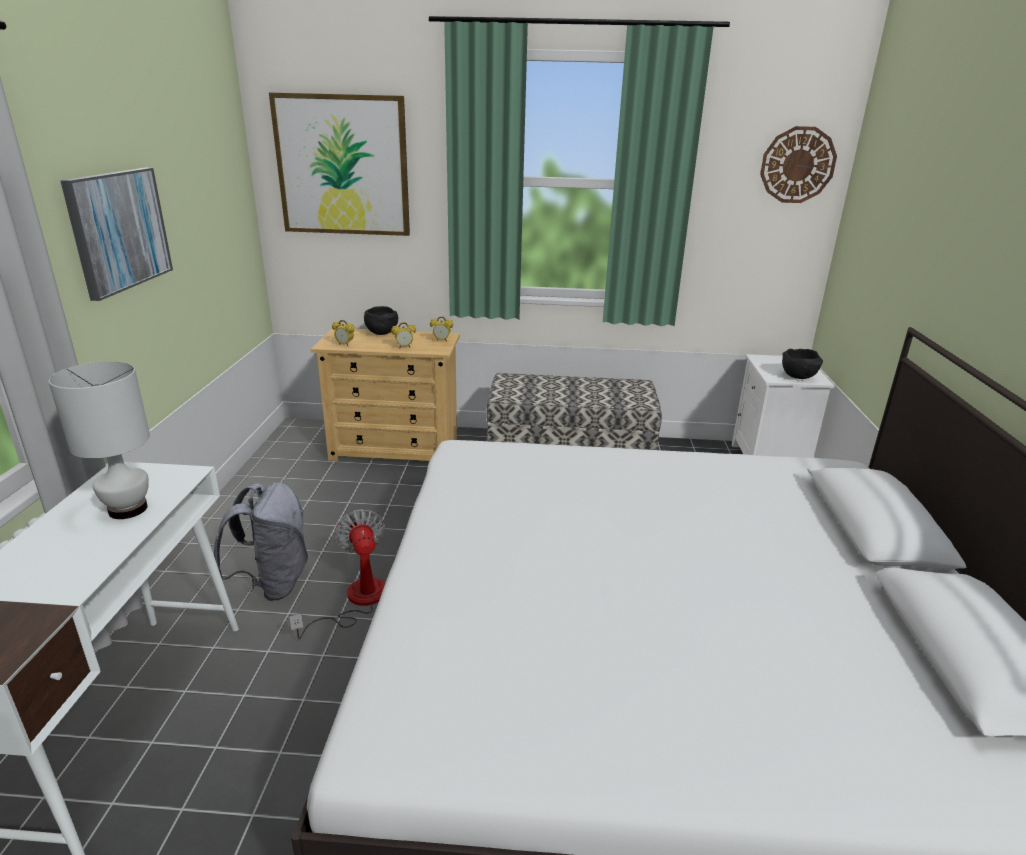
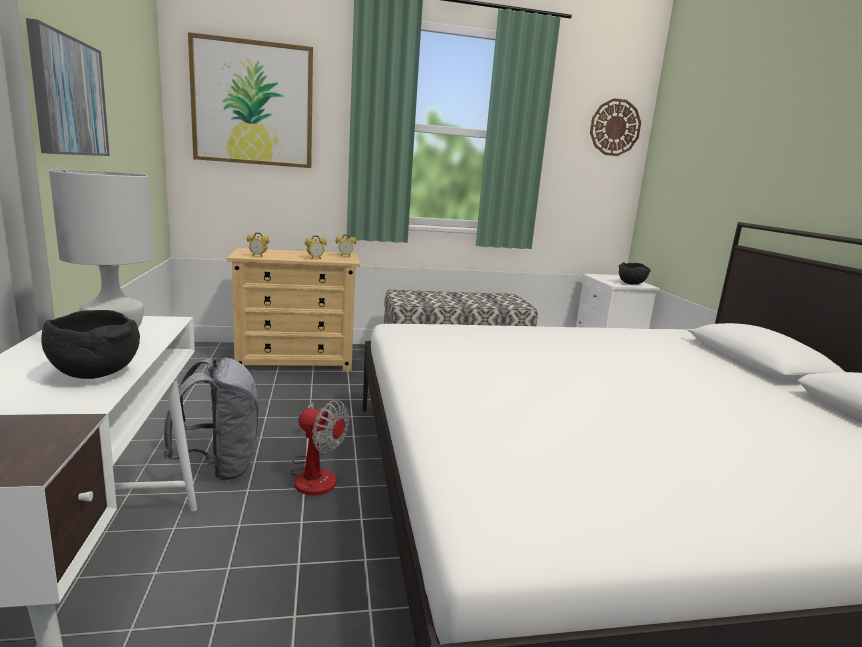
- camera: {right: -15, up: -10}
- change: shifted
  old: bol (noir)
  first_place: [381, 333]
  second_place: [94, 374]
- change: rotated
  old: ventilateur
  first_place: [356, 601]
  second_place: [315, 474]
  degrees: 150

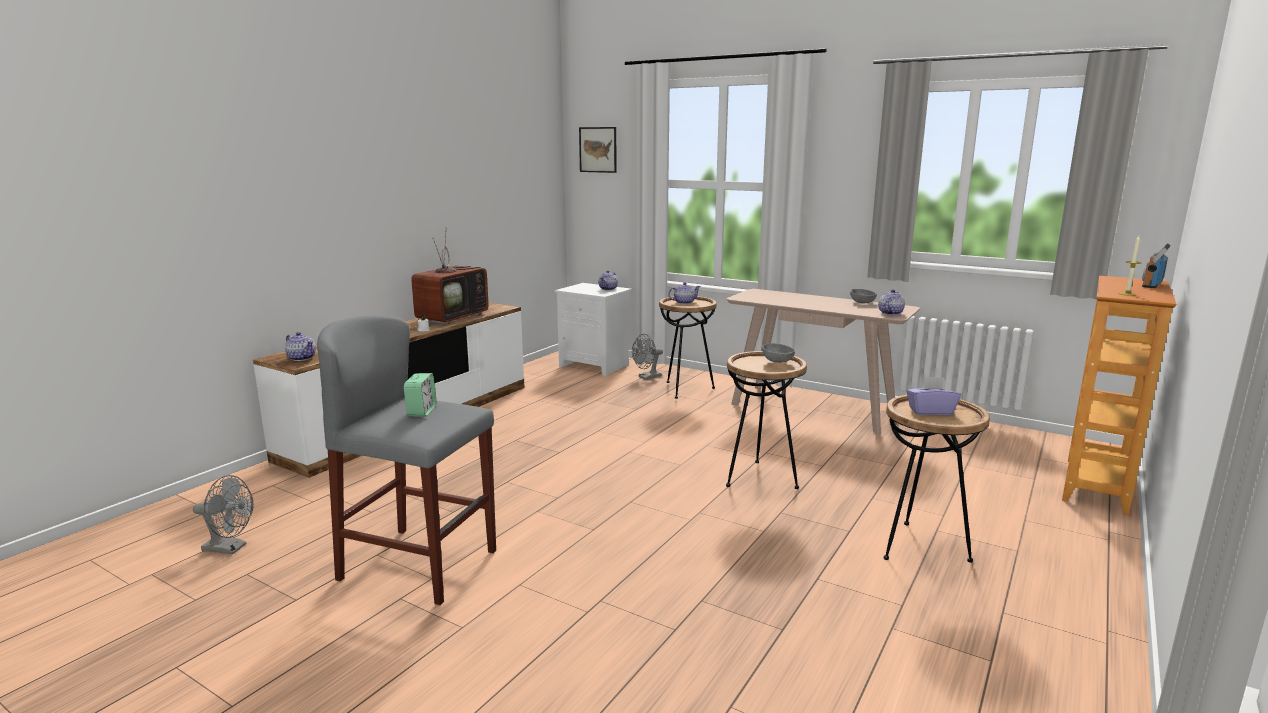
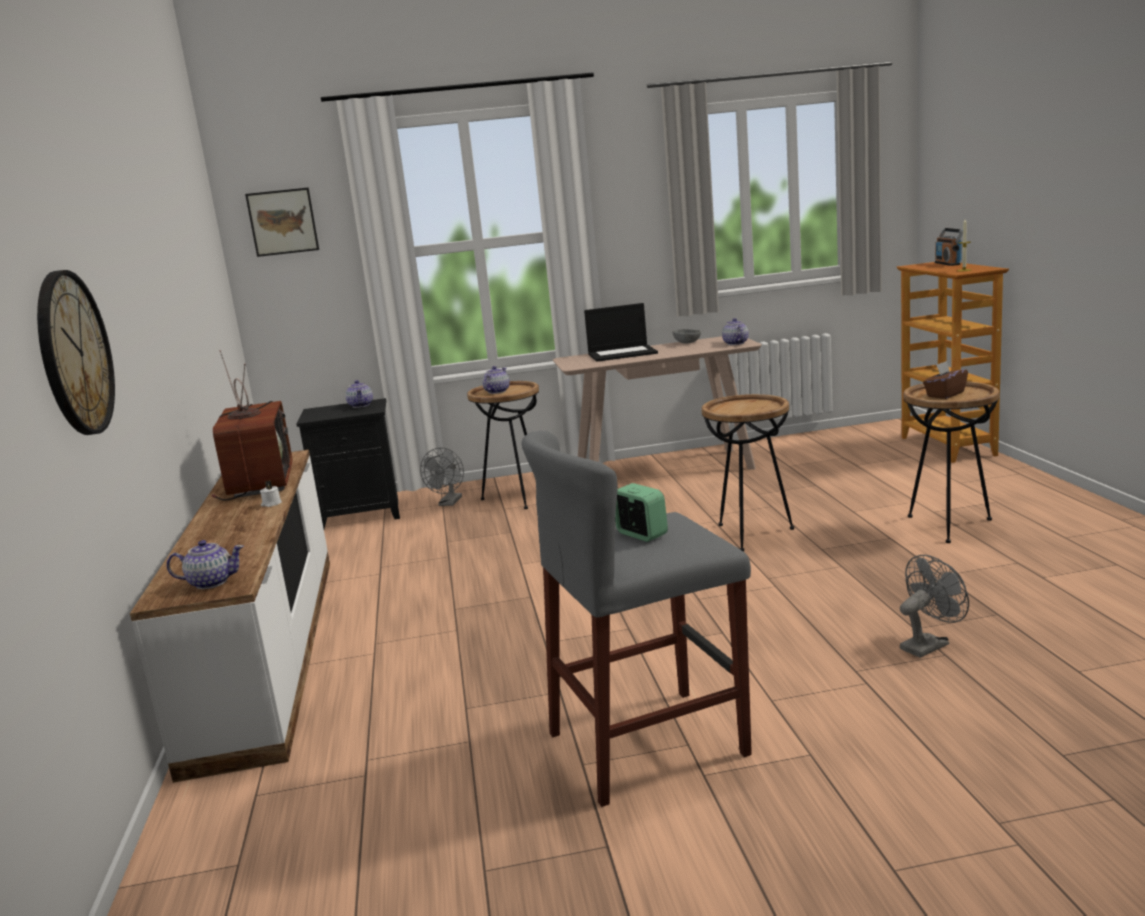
- camera: {right: -40, up: 0}
- change: repainted
  old: table de chevet (blanc)
  new: table de chevet (noir)
  first_place: [596, 365]
  second_place: [362, 514]
- change: gone
  old: bol (gris)
  first_place: [778, 361]
- change: repainted
  old: boîte à mouchoirs (violet)
  new: boîte à mouchoirs (marron)
  first_place: [930, 411]
  second_place: [945, 394]
- change: shifted
  old: ventilateur (gris)
  first_place: [230, 548]
  second_place: [929, 644]
- change: new
  new: horloge murale
  second_place: [74, 353]
- change: new
  new: ordinateur portable
  second_place: [623, 353]

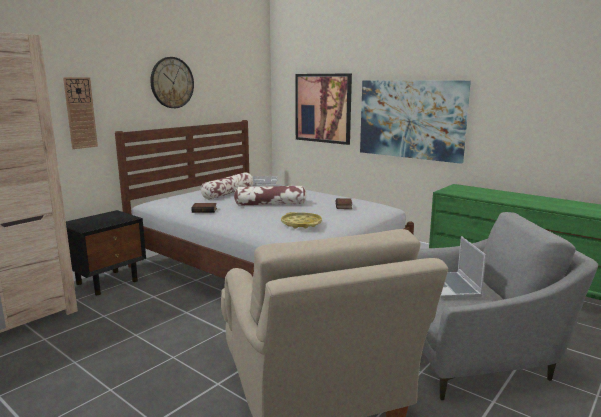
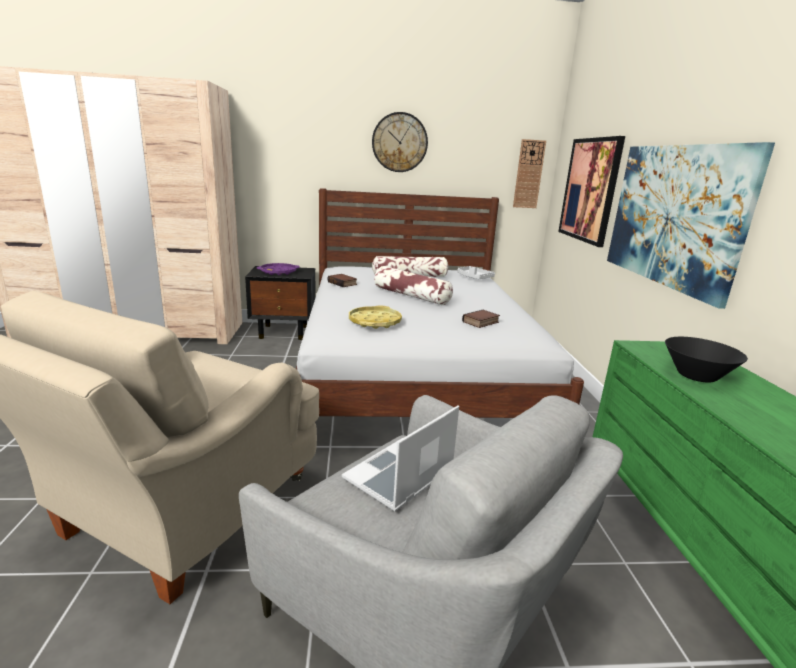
- camera: {right: 45, up: 5}
- change: shifted
  old: horloge murale
  first_place: [80, 113]
  second_place: [528, 174]
- change: new
  new: plateau (violet)
  second_place: [278, 272]
- change: new
  new: bol (noir)
  second_place: [697, 376]

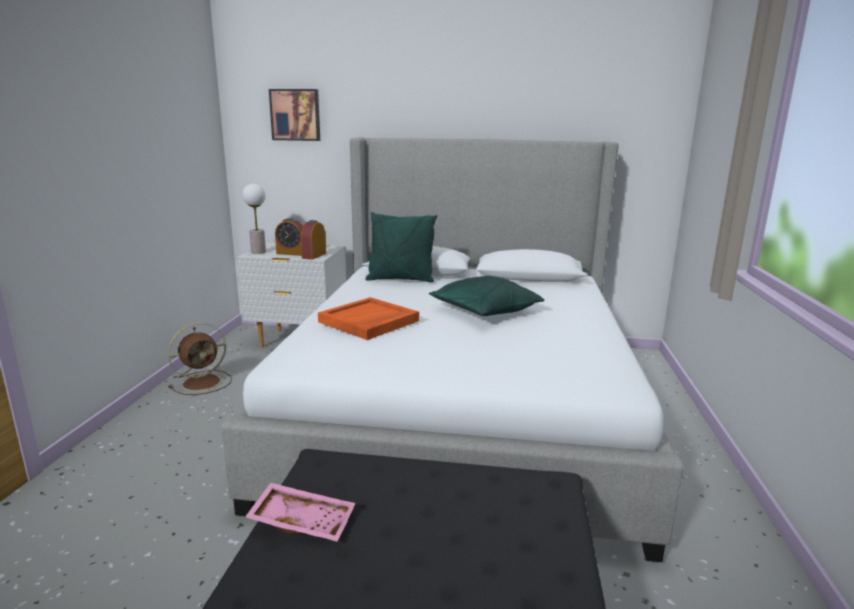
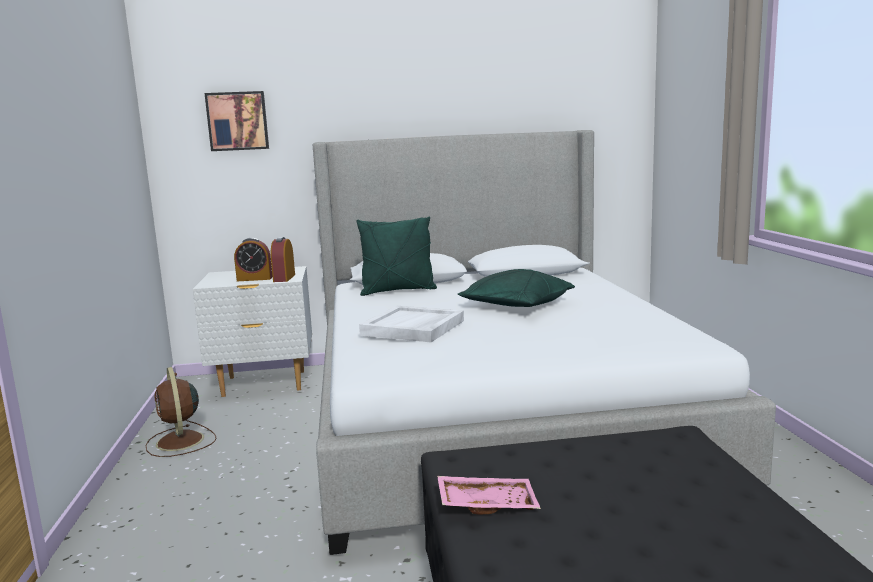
- camera: {right: -15, up: -5}
- change: gone
  old: lampe de table
  first_place: [258, 252]
- change: repainted
  old: plateau (orange)
  new: plateau (blanc)
  first_place: [368, 322]
  second_place: [413, 328]
- change: rotated
  old: ventilateur (marron)
  first_place: [203, 382]
  second_place: [180, 442]
  degrees: 120

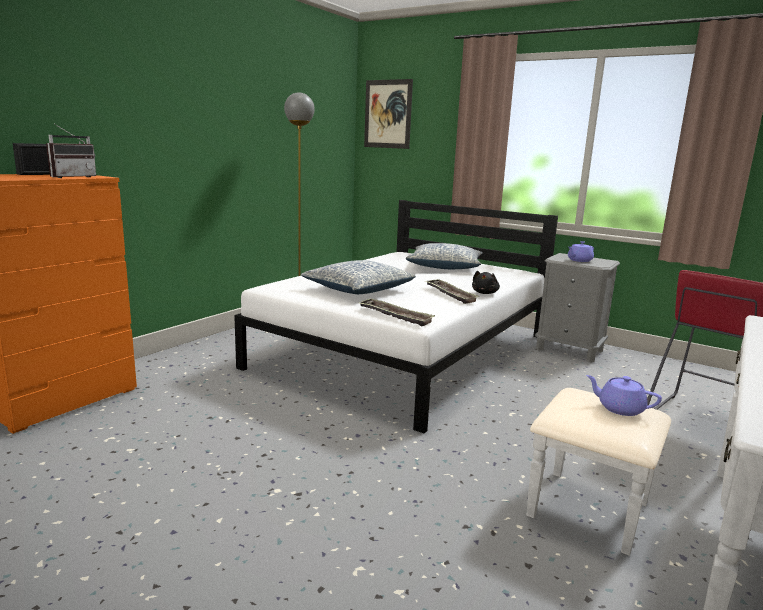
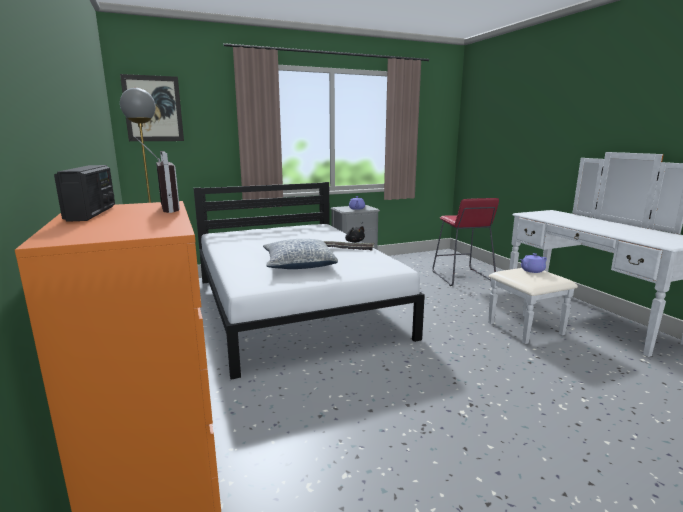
- camera: {right: -55, up: 0}
- change: gone
  old: coussin
  first_place: [445, 267]
- change: gone
  old: plateau
  first_place: [395, 316]

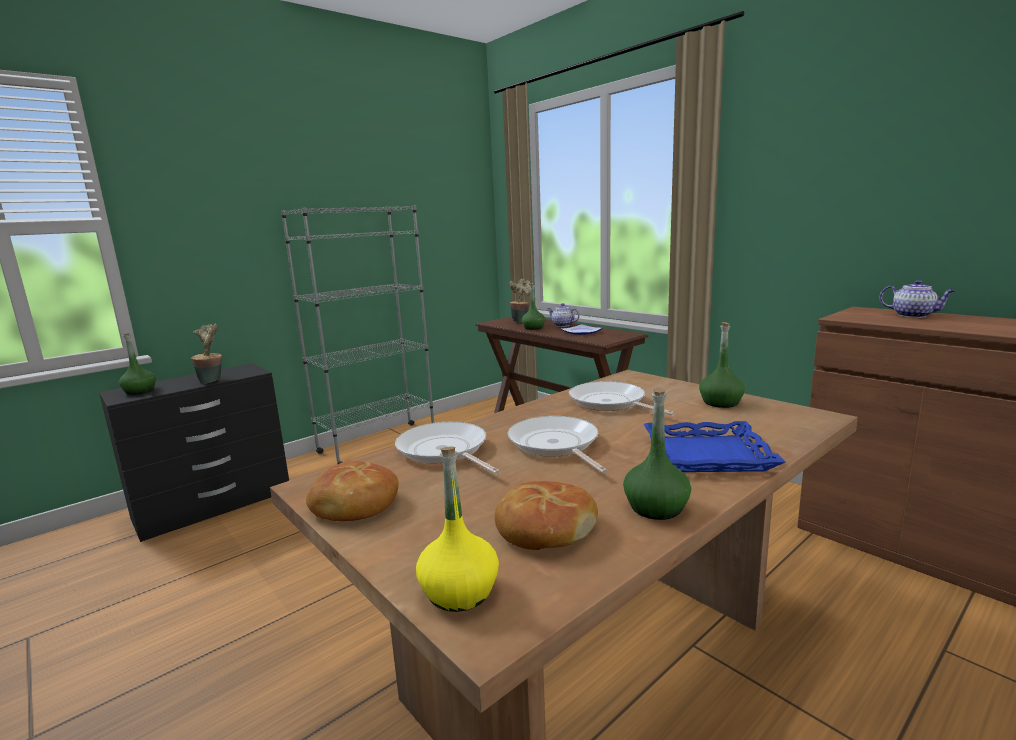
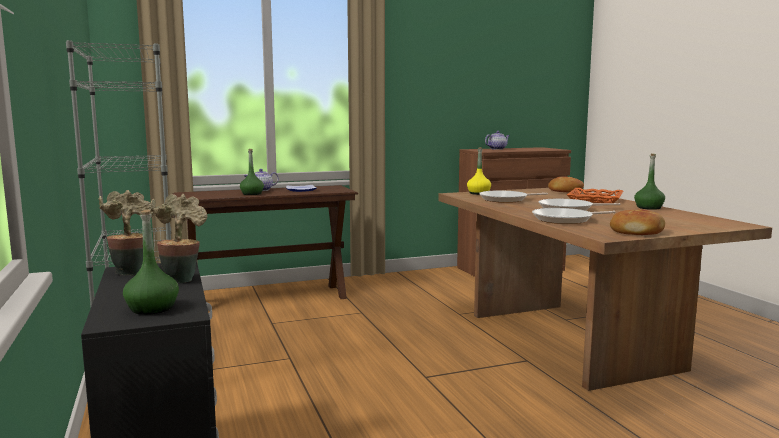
- camera: {right: -70, up: -5}
- change: shifted
  old: plante en pot
  first_place: [521, 321]
  second_place: [130, 271]
- change: gone
  old: bouteille (vert)
  first_place: [721, 402]
- change: repainted
  old: plateau (bleu)
  new: plateau (orange)
  first_place: [707, 455]
  second_place: [595, 199]
- change: shifted
  old: bouteille (jaune)
  first_place: [459, 592]
  second_place: [478, 193]
- change: shifted
  old: pain
  first_place: [545, 529]
  second_place: [565, 191]

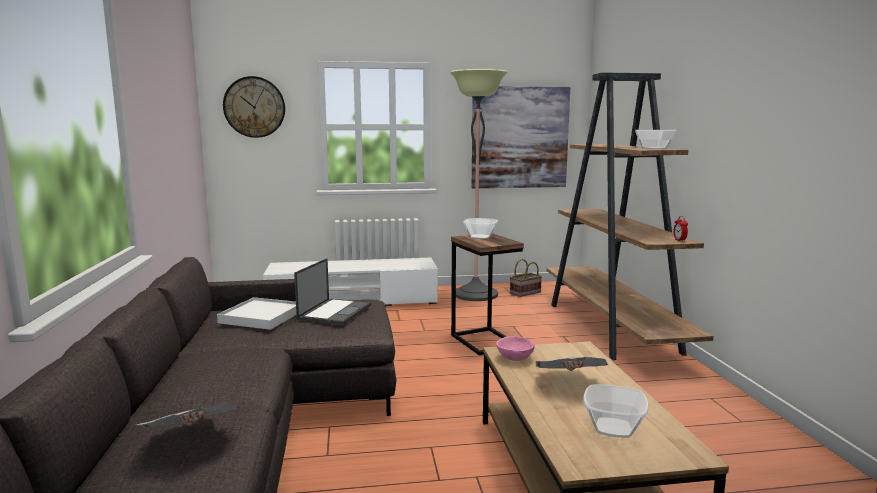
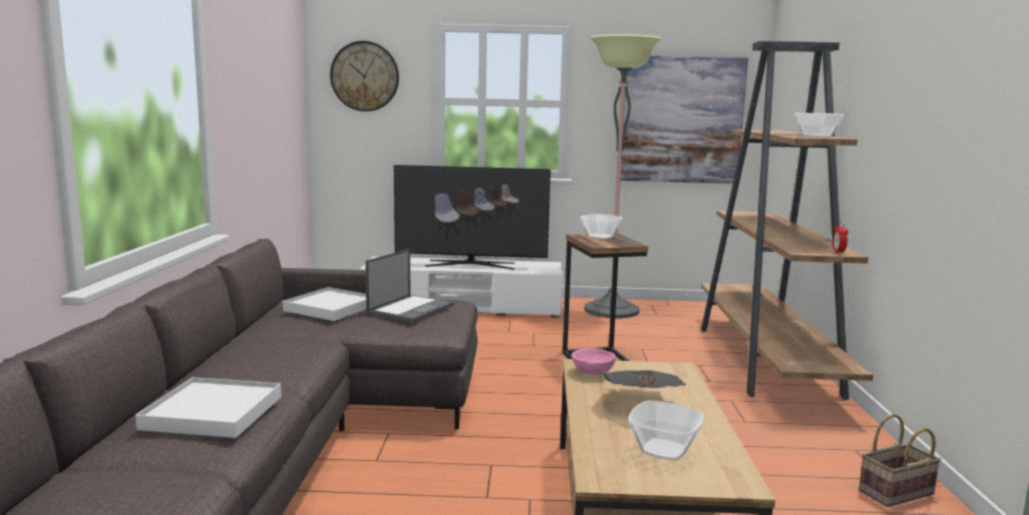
- camera: {right: 10, up: 0}
- change: shifted
  old: panier
  first_place: [525, 293]
  second_place: [896, 493]
- change: swapped
  old: journal
  new: plateau (blanc)
  first_place: [192, 440]
  second_place: [213, 412]
- change: new
  new: téléviseur
  second_place: [470, 264]

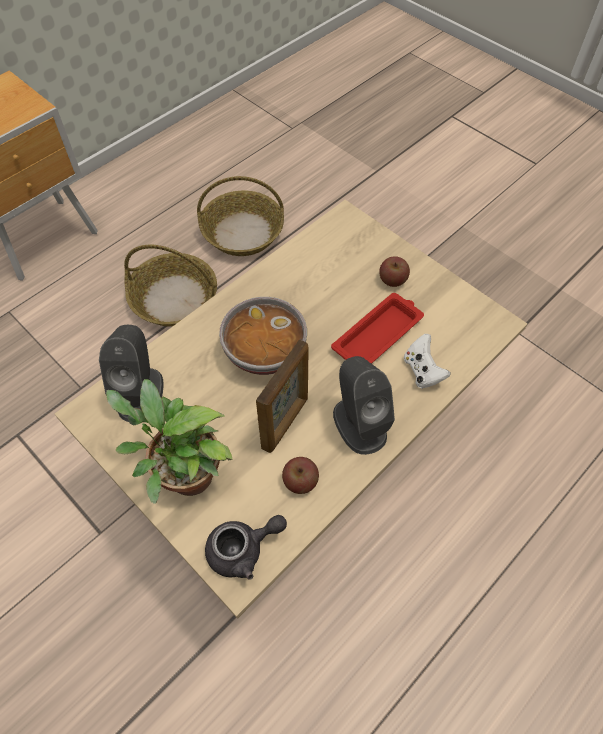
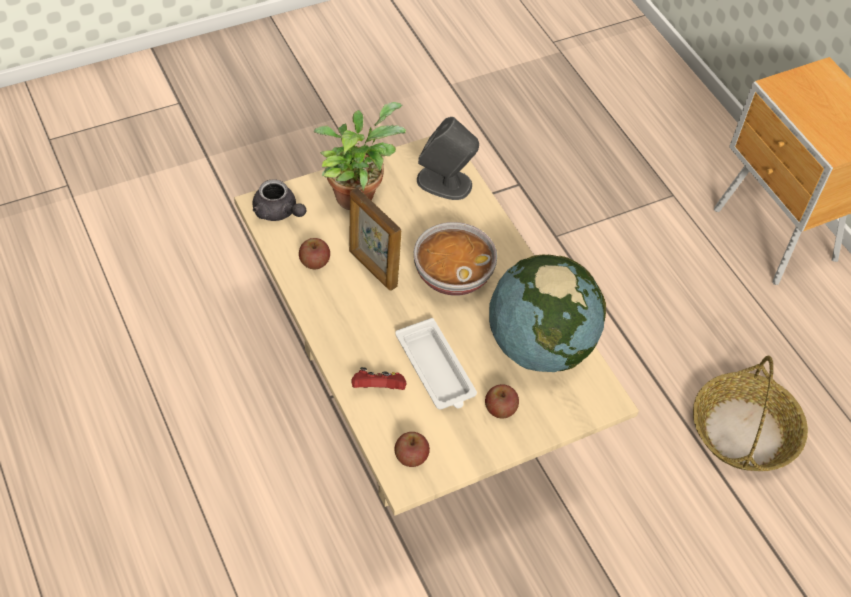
- camera: {right: 105, up: -5}
- change: gone
  old: panier
  first_place: [174, 299]
- change: repainted
  old: plateau (rouge)
  new: plateau (blanc)
  first_place: [378, 334]
  second_place: [436, 370]
- change: repainted
  old: manette (blanc)
  new: manette (rouge)
  first_place: [422, 371]
  second_place: [378, 388]
- change: gone
  old: enceinte (gris)
  first_place: [359, 423]
- change: rotated
  old: théière (gris)
  first_place: [243, 549]
  second_place: [278, 212]
  degrees: -45
- change: new
  new: globe
  second_place: [538, 346]
- change: new
  new: pomme
  second_place: [411, 456]

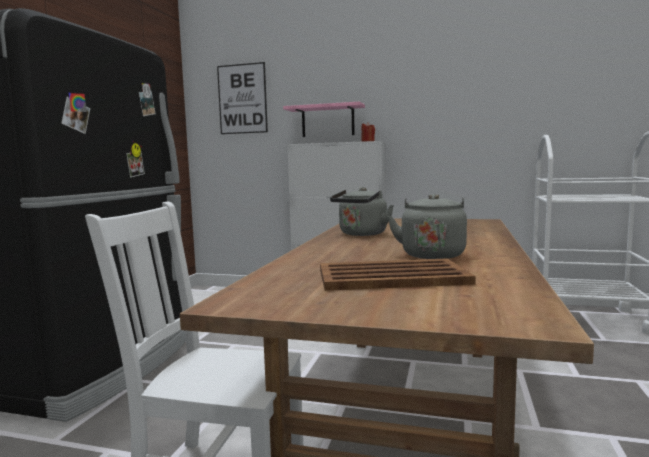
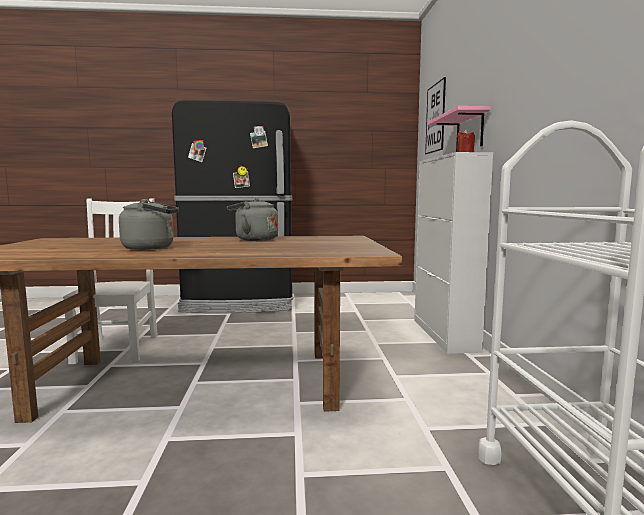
- camera: {right: 70, up: 0}
- change: gone
  old: plateau (marron)
  first_place: [393, 276]

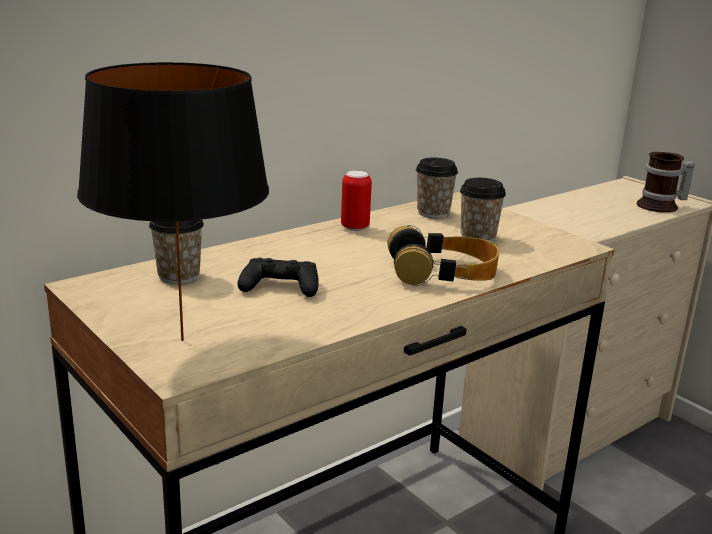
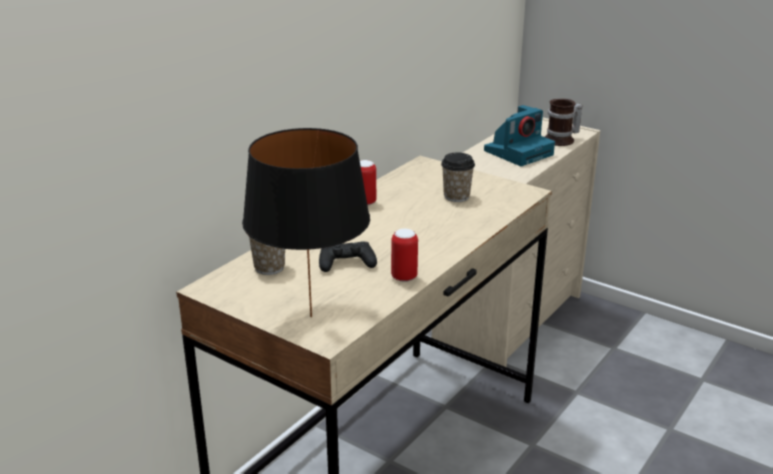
- camera: {right: -15, up: 5}
- change: gone
  old: tasse
  first_place: [433, 213]
- change: gone
  old: casque audio
  first_place: [442, 272]
- change: new
  new: appareil photo
  second_place: [519, 152]
- change: new
  new: boîte métallique
  second_place: [404, 277]

